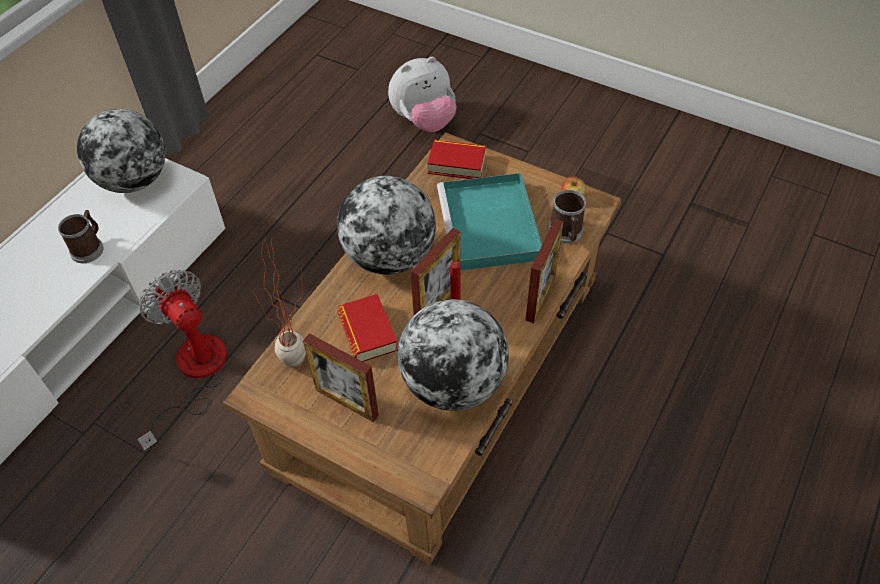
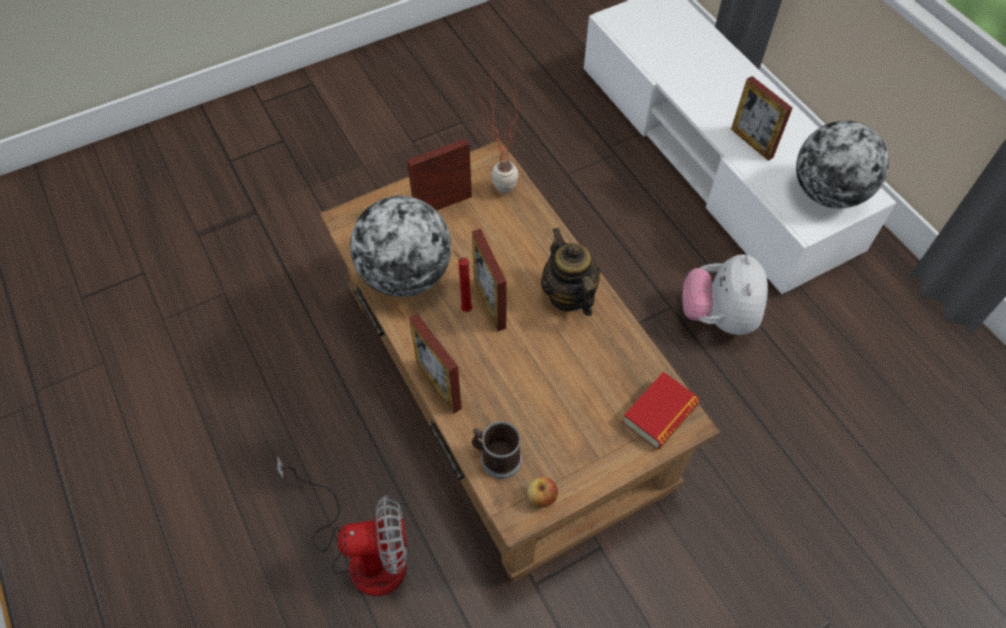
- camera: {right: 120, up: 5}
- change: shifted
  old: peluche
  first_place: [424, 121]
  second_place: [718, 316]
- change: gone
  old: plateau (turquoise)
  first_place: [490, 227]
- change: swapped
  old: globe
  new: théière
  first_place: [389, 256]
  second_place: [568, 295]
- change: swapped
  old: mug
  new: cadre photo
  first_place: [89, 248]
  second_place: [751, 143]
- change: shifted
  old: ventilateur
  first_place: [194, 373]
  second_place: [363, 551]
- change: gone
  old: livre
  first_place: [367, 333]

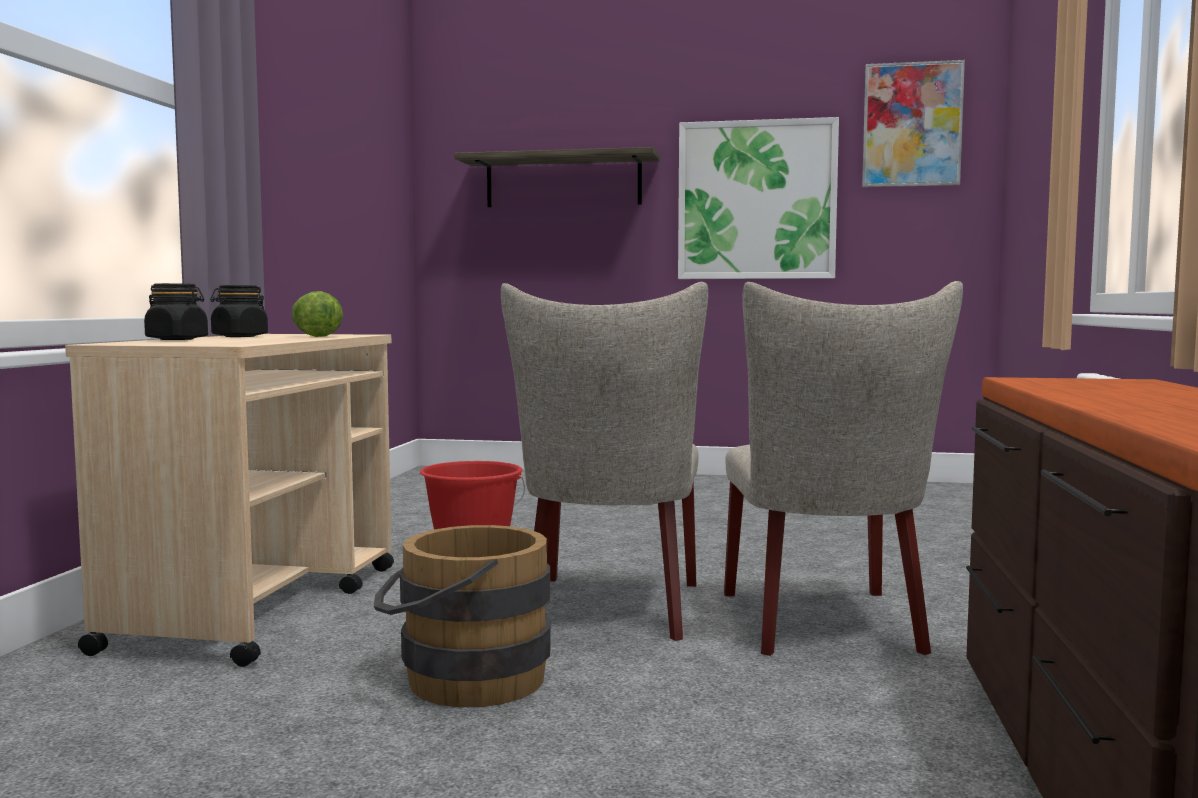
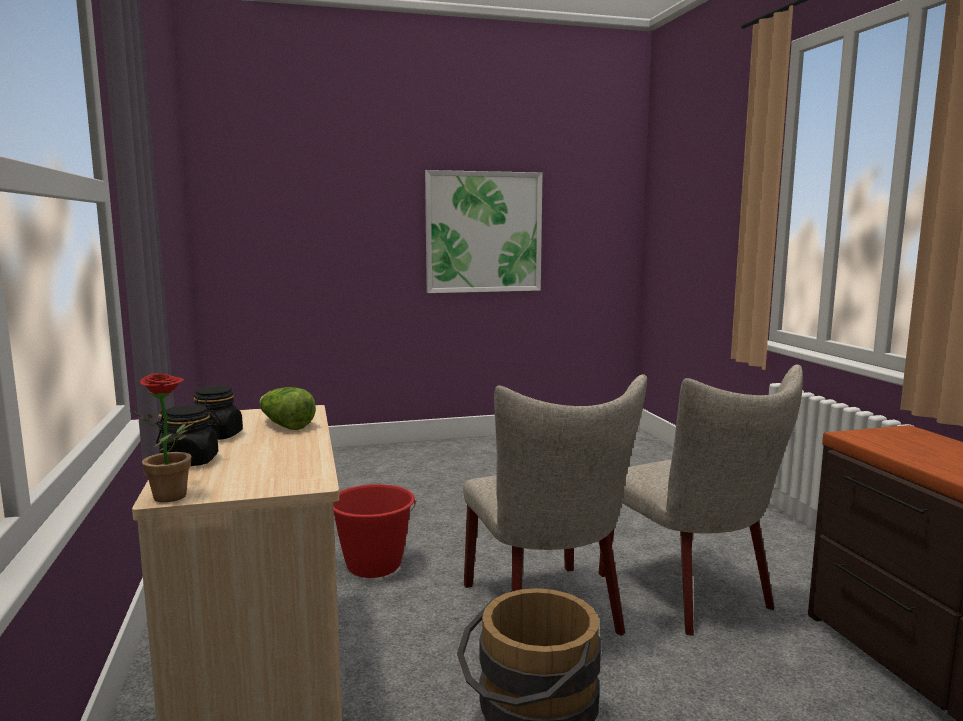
- camera: {right: -25, up: 5}
- change: gone
  old: tableau
  first_place: [912, 125]
- change: gone
  old: étagère
  first_place: [563, 182]
- change: new
  new: plante en pot
  second_place: [176, 497]

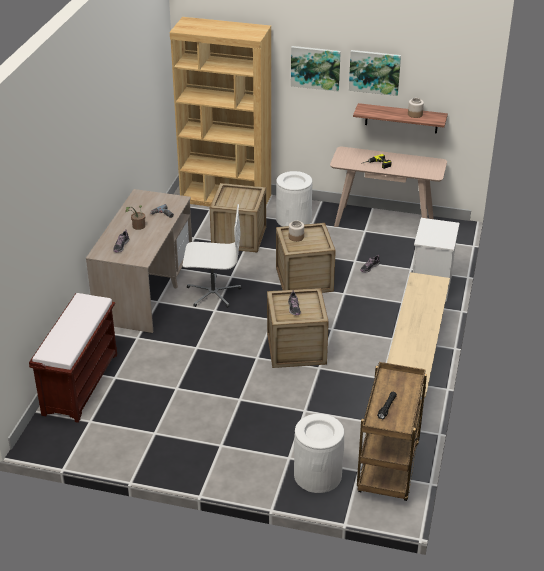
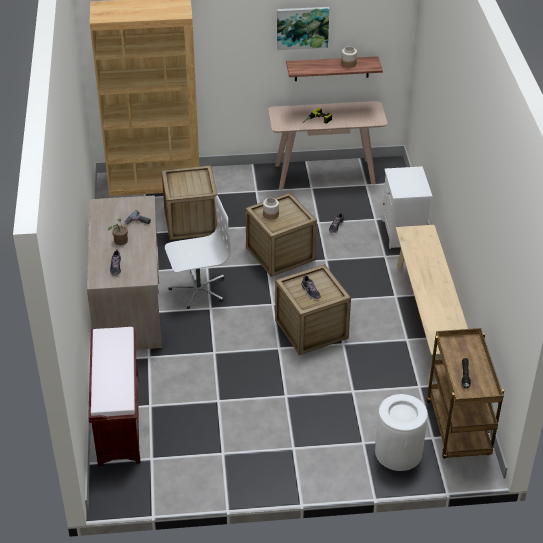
- camera: {right: -20, up: 5}
- change: gone
  old: tableau
  first_place: [315, 68]
- change: gone
  old: poubelle (blanc)
  first_place: [293, 219]

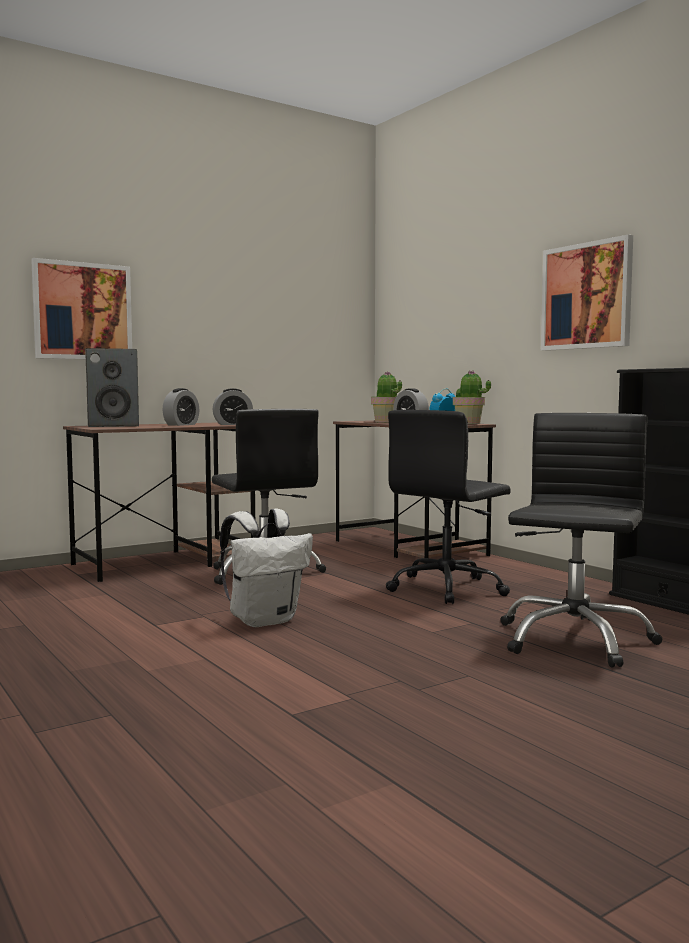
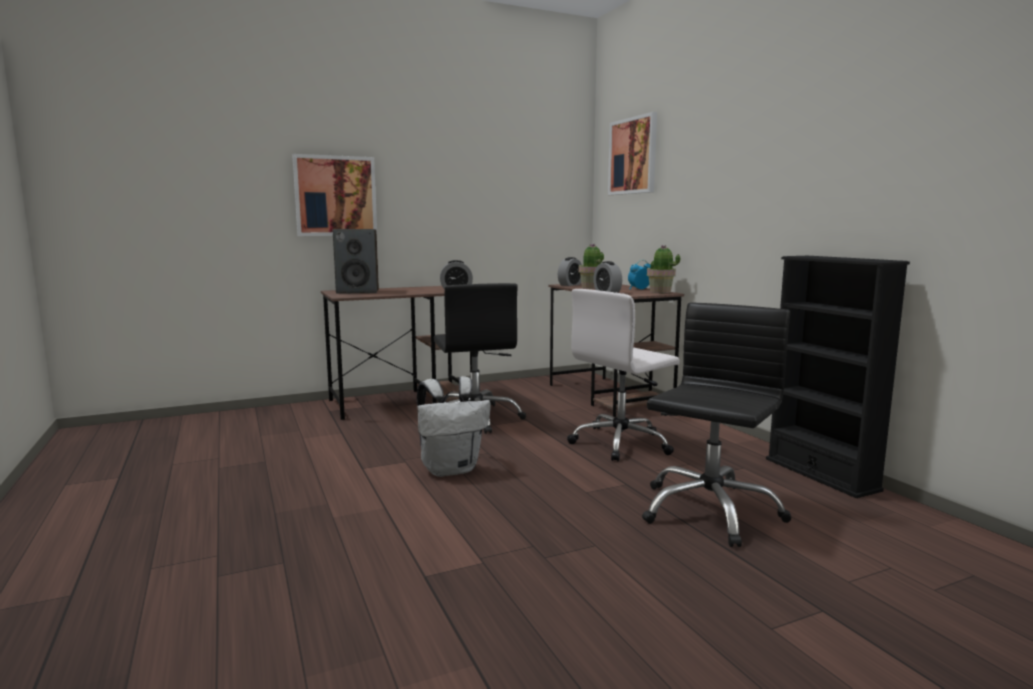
- camera: {right: 10, up: 5}
- change: shifted
  old: tableau
  first_place: [586, 296]
  second_place: [633, 156]
- change: shifted
  old: réveil
  first_place: [181, 425]
  second_place: [570, 285]
- change: repainted
  old: chaise de bureau (noir)
  new: chaise de bureau (blanc)
  first_place: [448, 588]
  second_place: [621, 443]

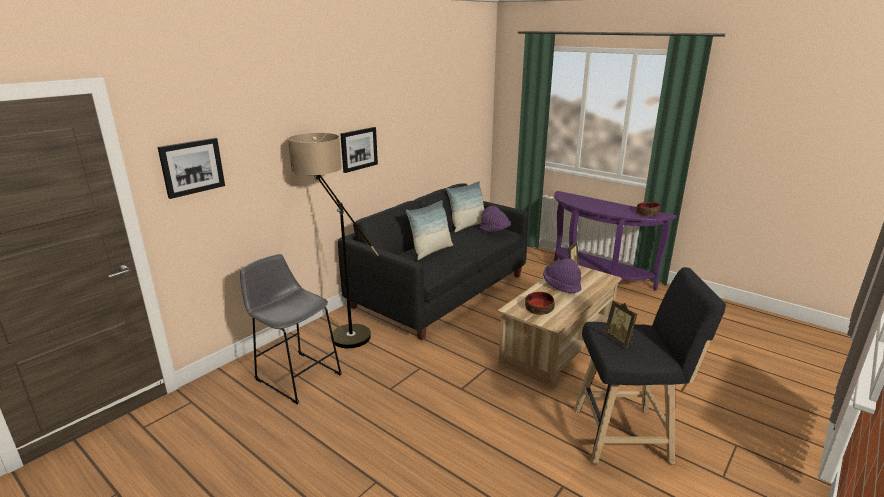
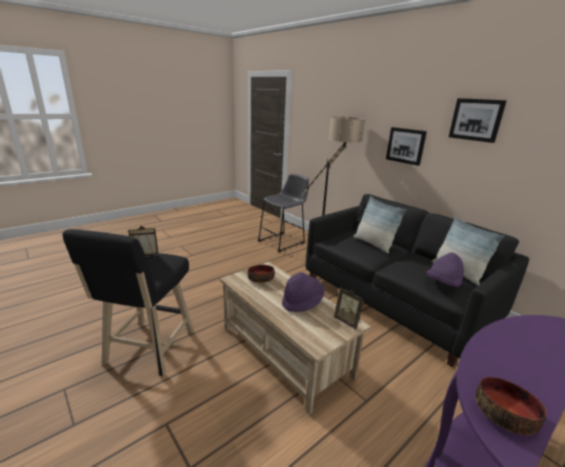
- camera: {right: 100, up: 0}
- change: shifted
  old: tableau
  first_place: [192, 167]
  second_place: [476, 120]

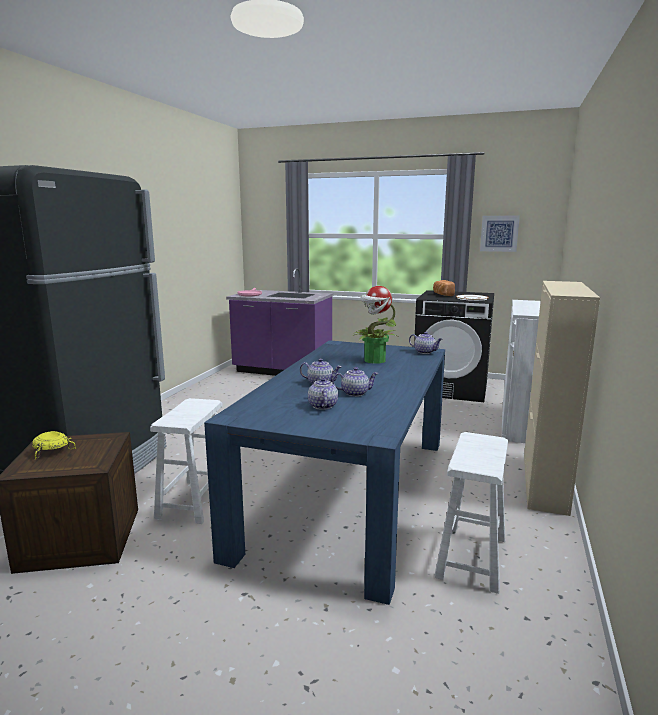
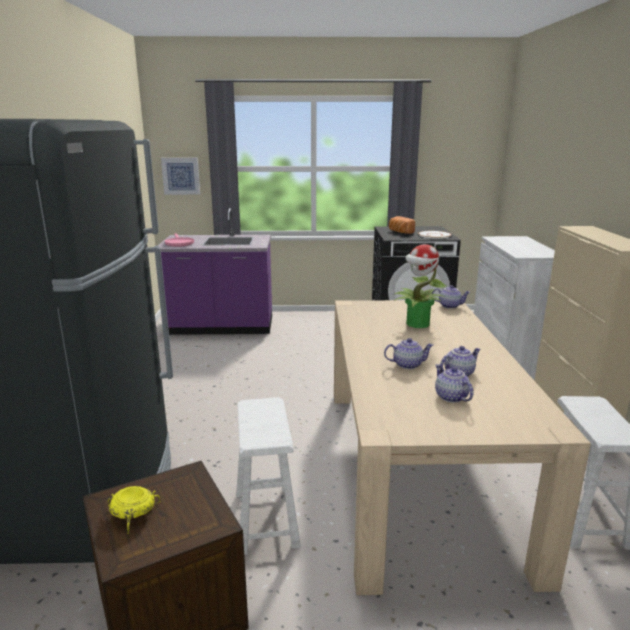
- camera: {right: -20, up: 5}
- change: shifted
  old: tableau
  first_place: [499, 233]
  second_place: [181, 176]
- change: repainted
  old: table à manger (bleu)
  new: table à manger (beige)
  first_place: [350, 491]
  second_place: [417, 468]

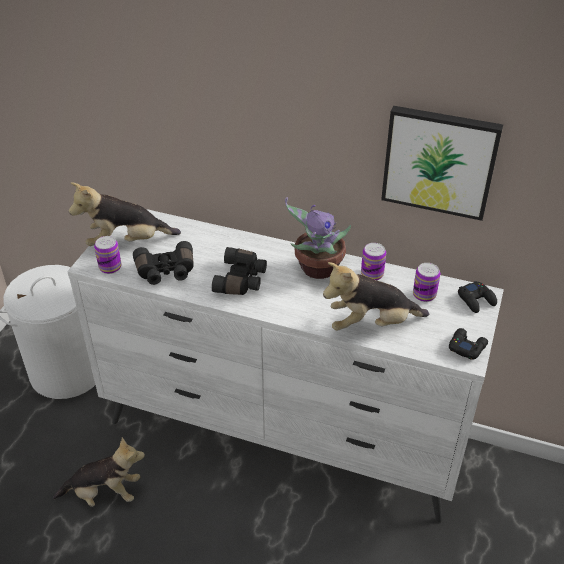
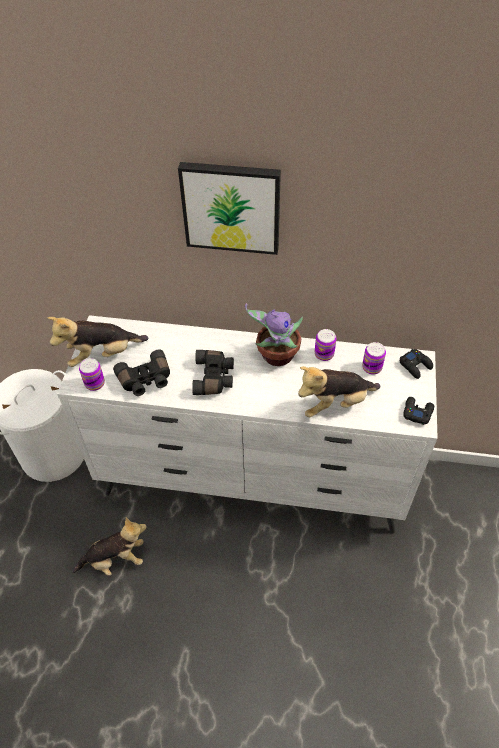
- camera: {right: -10, up: 10}
- change: shifted
  old: tableau
  first_place: [440, 161]
  second_place: [231, 207]

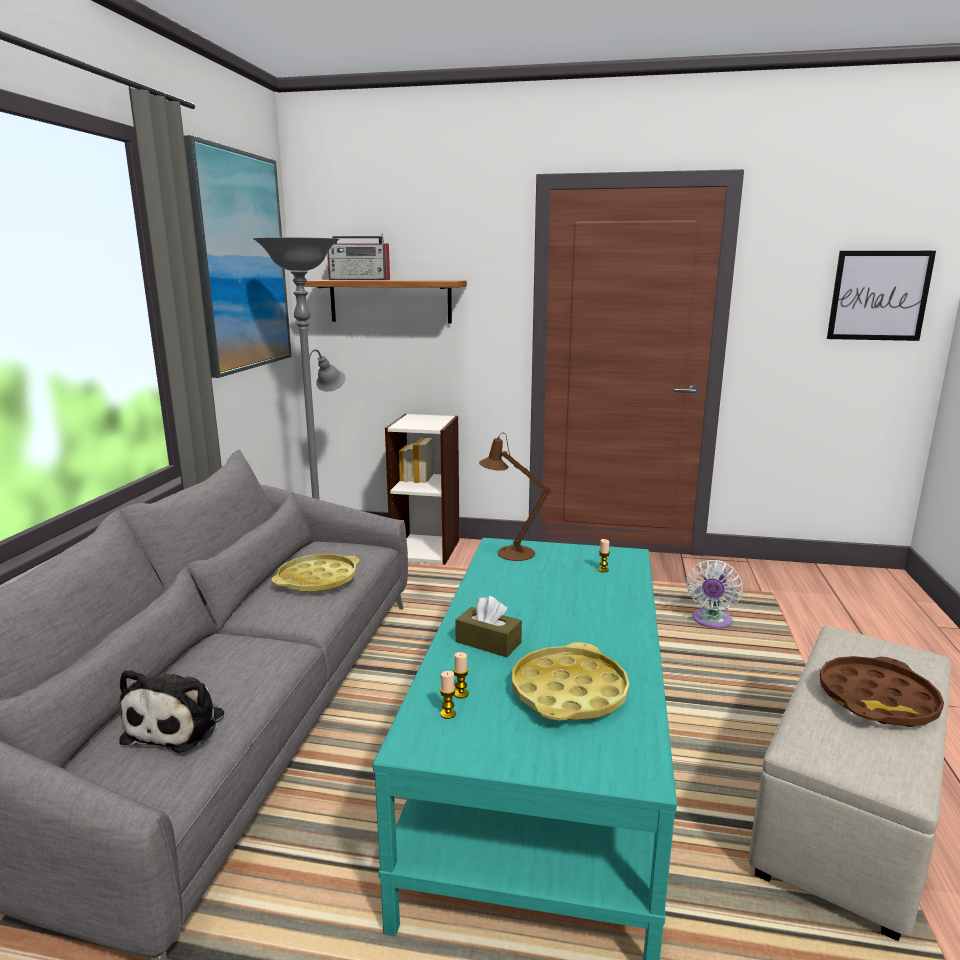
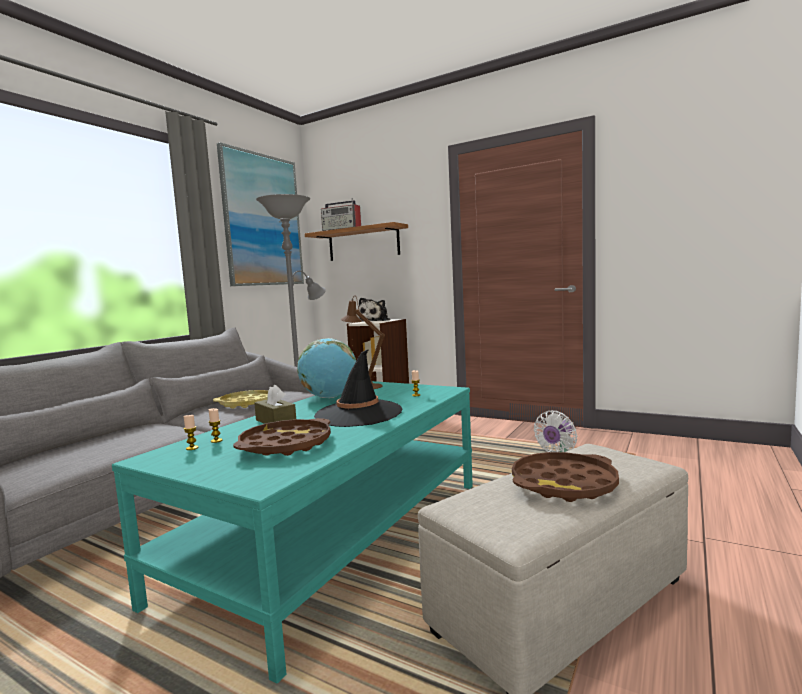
- camera: {right: 20, up: -10}
- change: gone
  old: tableau
  first_place: [879, 296]
- change: repainted
  old: plateau (jaune)
  new: plateau (marron)
  first_place: [568, 692]
  second_place: [285, 445]
- change: shifted
  old: peluche
  first_place: [179, 725]
  second_place: [375, 321]
- change: new
  new: globe
  second_place: [329, 397]
- change: new
  new: chapeau (noir)
  second_place: [358, 414]

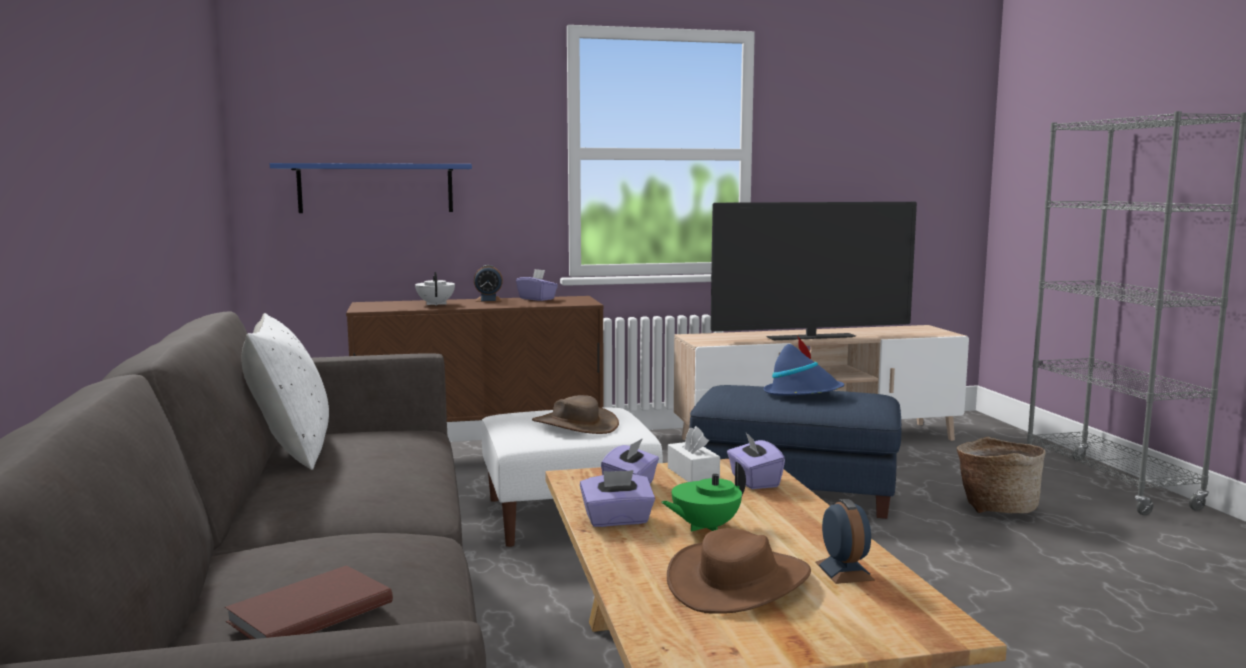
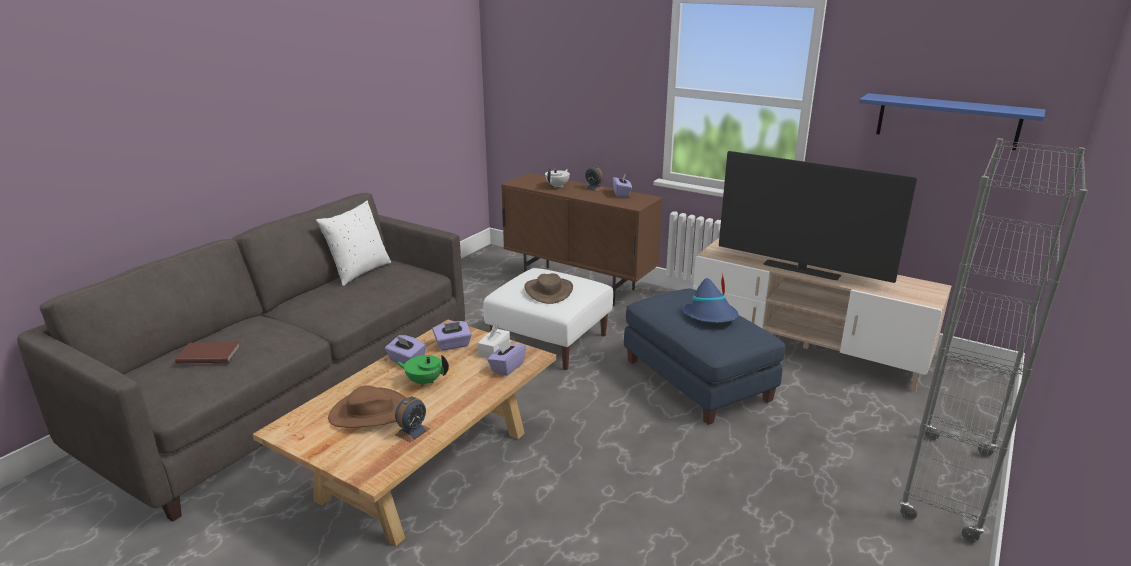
- camera: {right: 45, up: 15}
- change: shifted
  old: étagère (bleu)
  first_place: [376, 188]
  second_place: [947, 121]
- change: gone
  old: panier
  first_place: [996, 507]

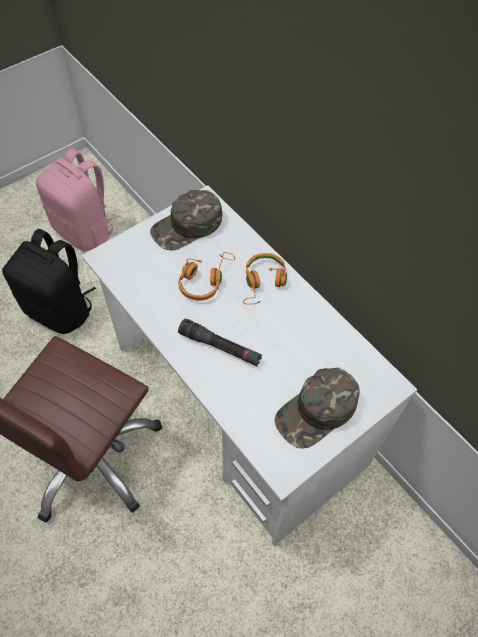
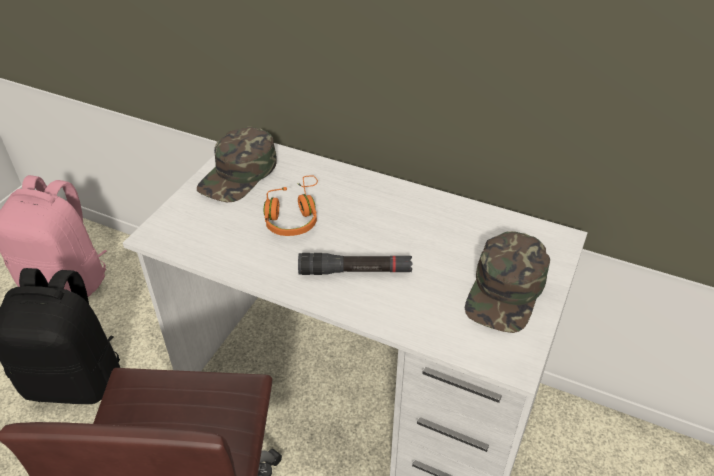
- camera: {right: -25, up: -15}
- change: gone
  old: casque audio (orange)
  first_place: [263, 283]

